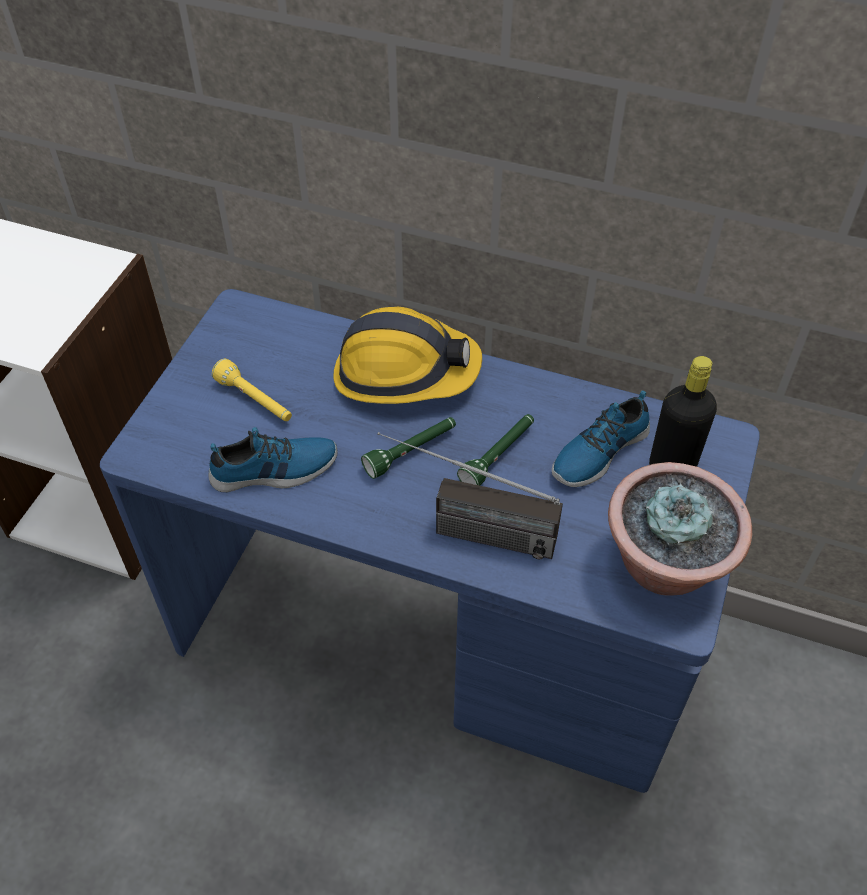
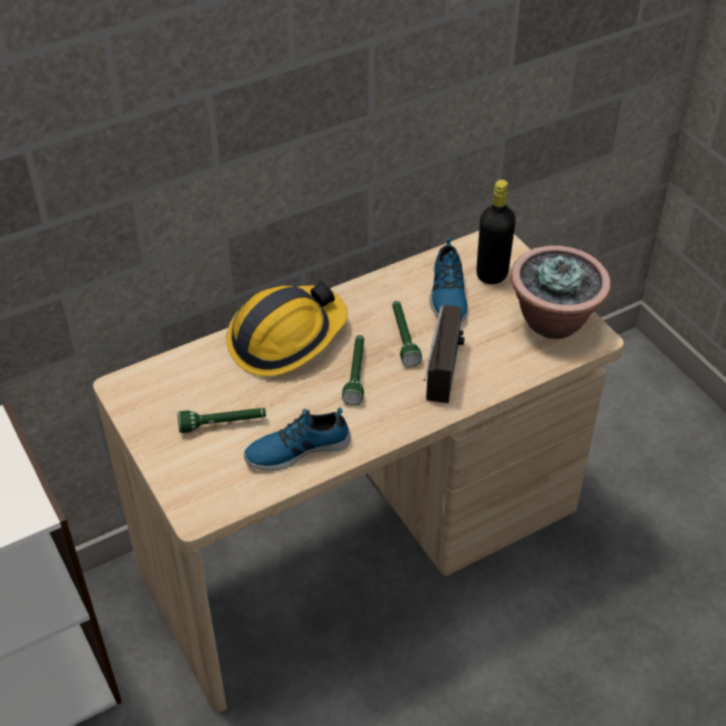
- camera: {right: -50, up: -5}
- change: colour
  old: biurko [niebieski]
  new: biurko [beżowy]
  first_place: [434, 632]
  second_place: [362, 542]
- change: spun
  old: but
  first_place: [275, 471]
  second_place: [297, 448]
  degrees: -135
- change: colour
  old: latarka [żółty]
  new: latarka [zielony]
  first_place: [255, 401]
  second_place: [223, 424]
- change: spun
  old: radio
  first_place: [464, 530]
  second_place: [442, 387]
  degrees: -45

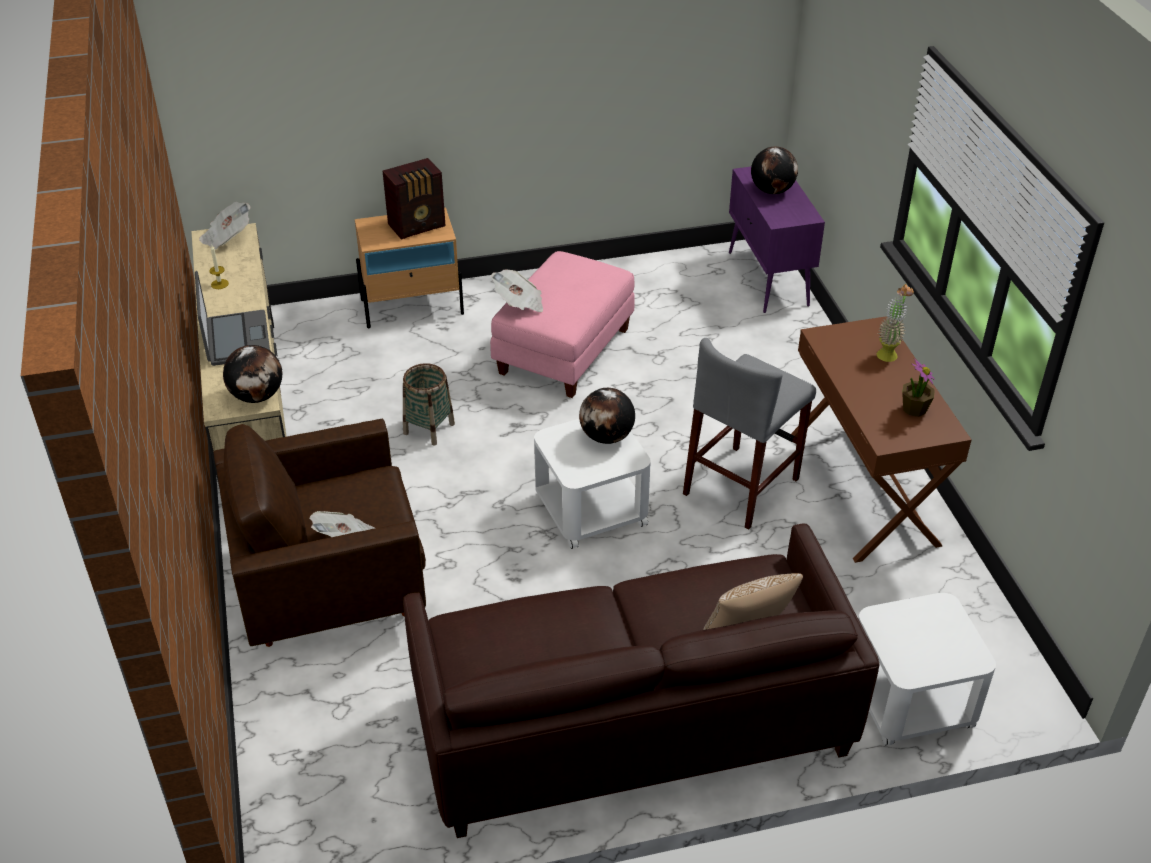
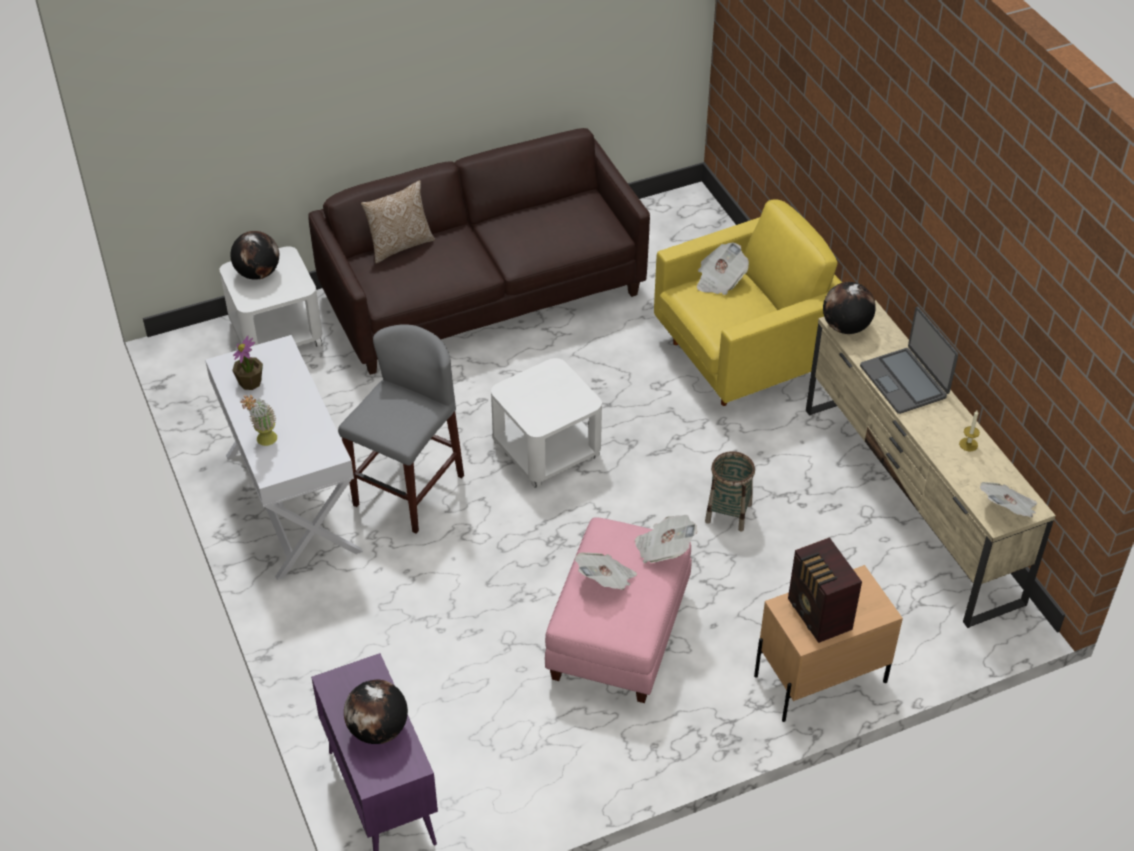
- camera: {right: 170, up: 5}
- change: colour
  old: fotel [brązowy]
  new: fotel [żółty]
  first_place: [331, 585]
  second_place: [745, 357]
- change: spun
  old: radio
  first_place: [418, 226]
  second_place: [819, 616]
  degrees: -75
- change: relocated
  old: globus
  first_place: [607, 437]
  second_place: [258, 273]
- change: colour
  old: biurko [brązowy]
  new: biurko [biały]
  first_place: [863, 489]
  second_place: [291, 502]
- change: appeared
  new: gazeta
  second_place: [606, 580]

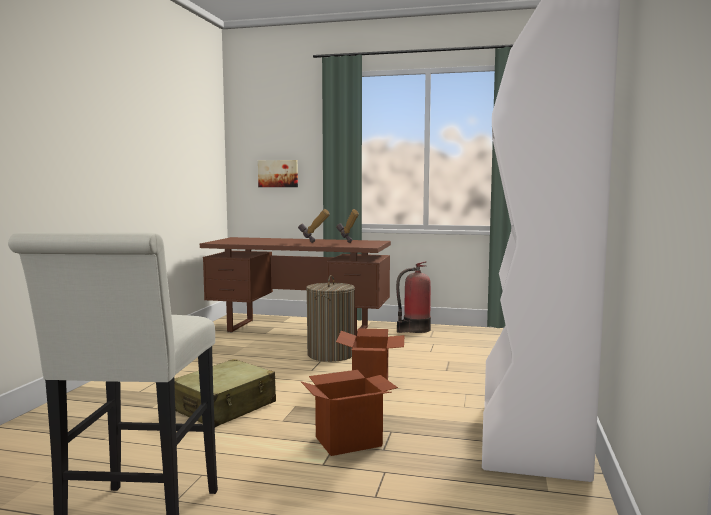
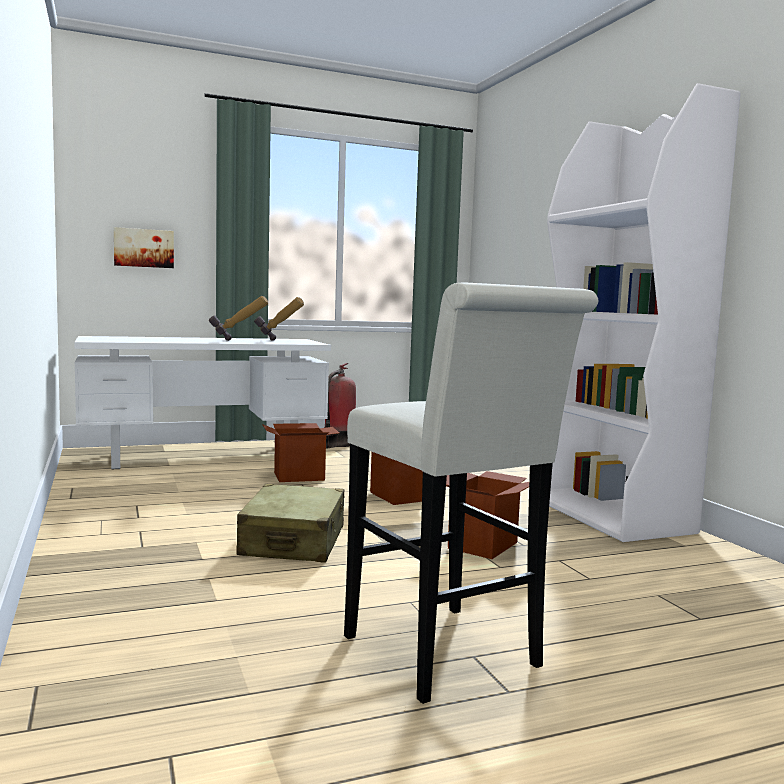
- camera: {right: -35, up: 0}
- change: colour
  old: biurko [brązowy]
  new: biurko [biały]
  first_place: [299, 329]
  second_place: [205, 457]
- change: exchanged
  old: kosz na pranie
  new: karton
  first_place: [330, 354]
  second_place: [299, 476]

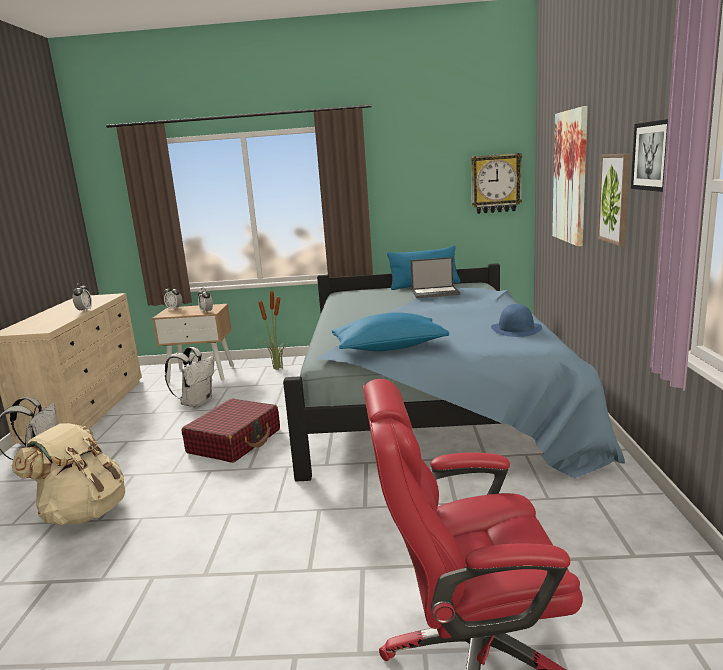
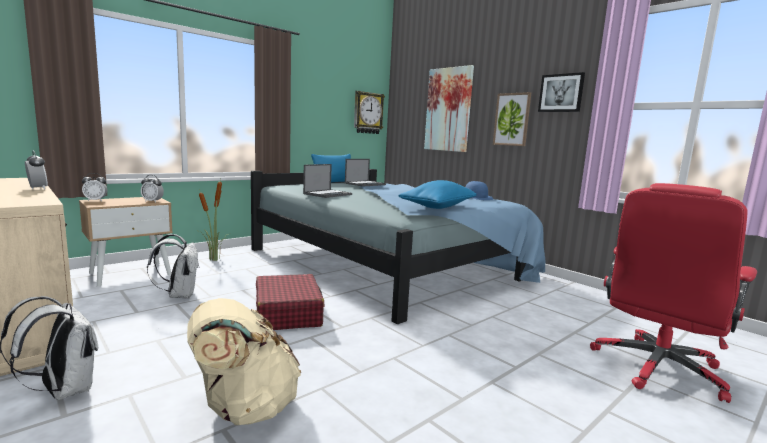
- camera: {right: -45, up: -5}
- change: appeared
  new: laptop
  second_place: [328, 194]

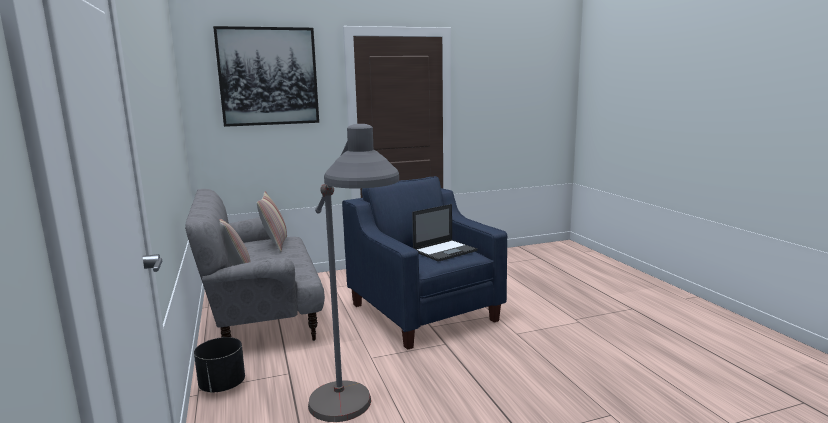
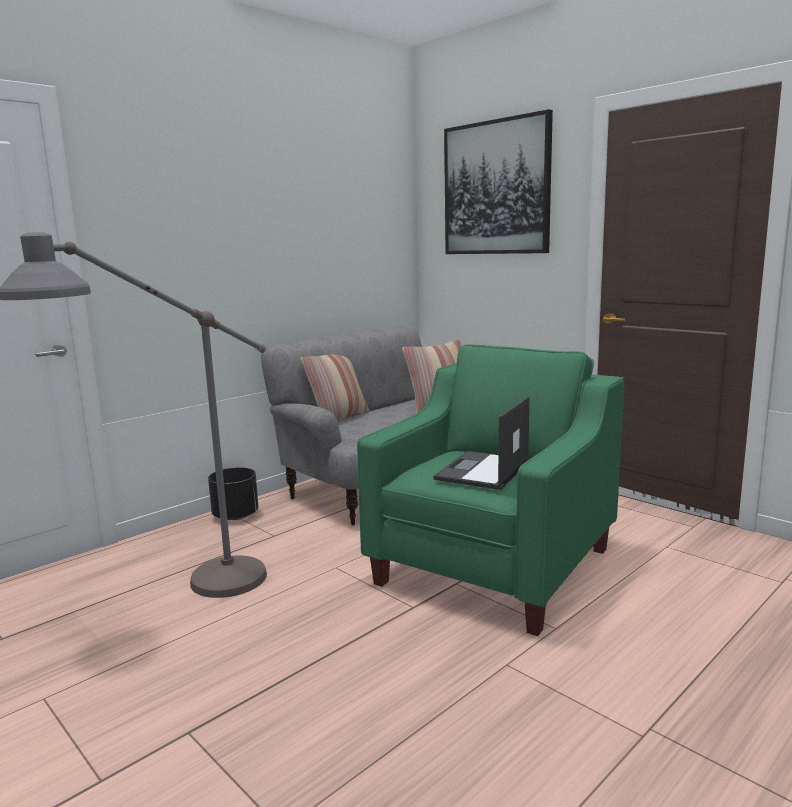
- camera: {right: 65, up: 0}
- change: colour
  old: fotel [niebieski]
  new: fotel [zielony]
  first_place: [423, 312]
  second_place: [495, 566]
- change: spun
  old: laptop
  first_place: [445, 251]
  second_place: [482, 471]
  degrees: 90

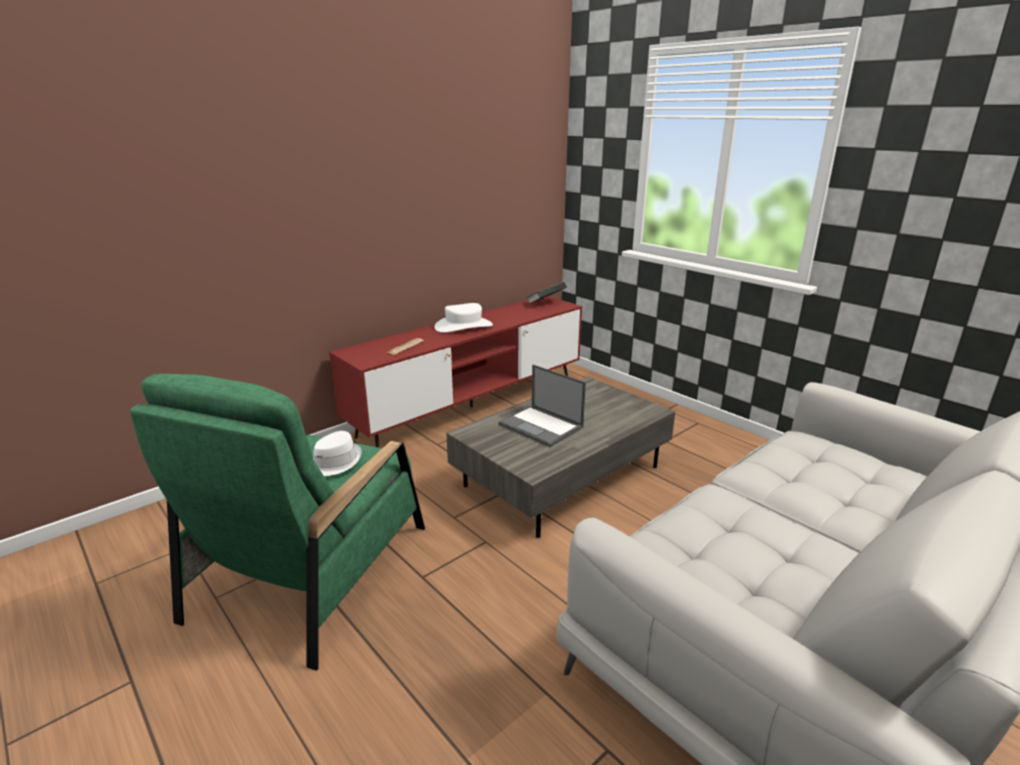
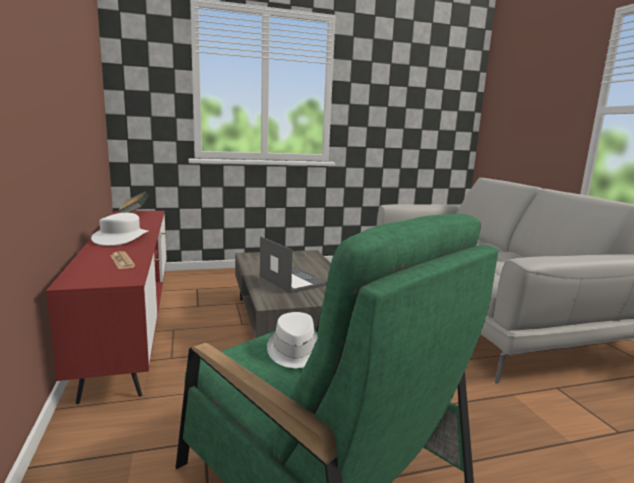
- camera: {right: -65, up: -10}
- change: spun
  old: laptop
  first_place: [542, 426]
  second_place: [292, 280]
  degrees: -105

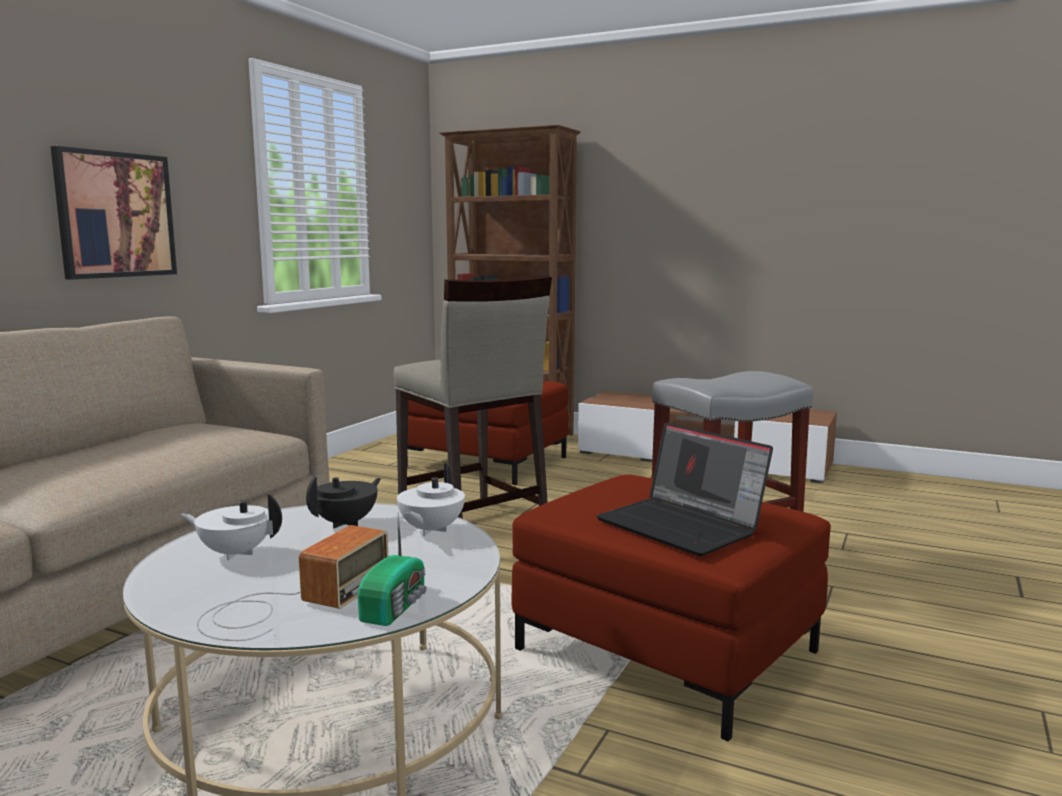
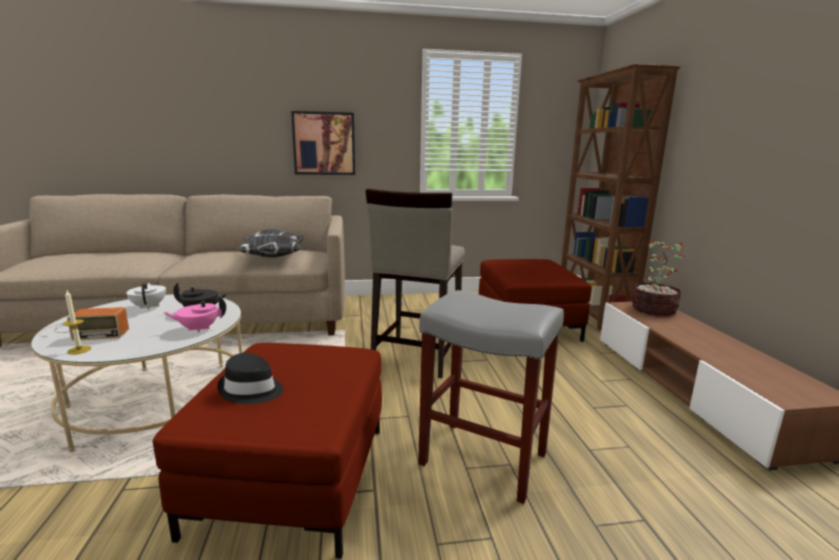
- camera: {right: 55, up: 5}
- change: exchanged
  old: radio
  new: świeca
  first_place: [396, 606]
  second_place: [79, 350]
- change: colour
  old: imbryk [biały]
  new: imbryk [różowy]
  first_place: [430, 530]
  second_place: [198, 329]
- change: exchanged
  old: laptop
  new: kapelusz [czarny]
  first_place: [683, 526]
  second_place: [251, 390]
- change: appeared
  new: poduszka
  second_place: [272, 257]
- change: appeared
  new: roślina doniczkowa
  second_place: [653, 310]

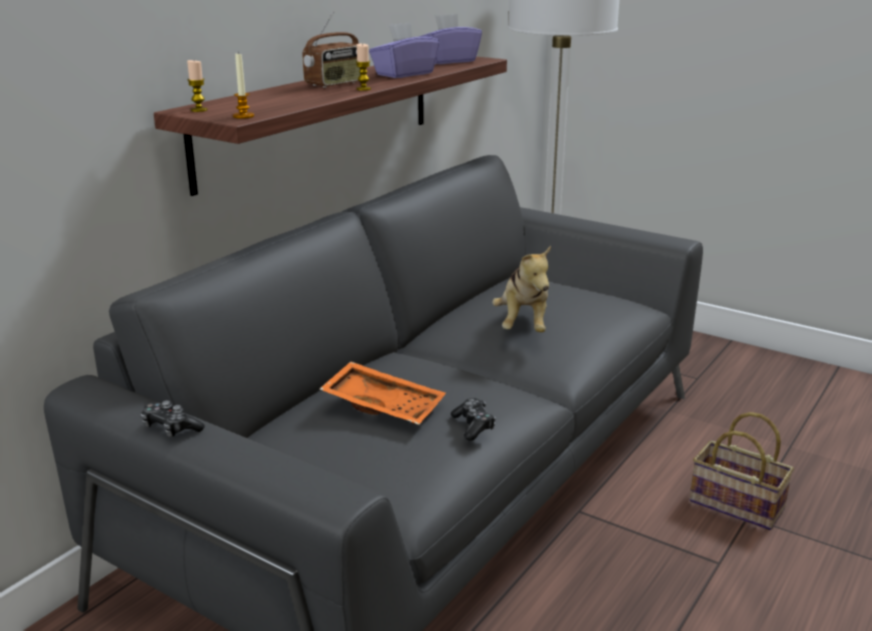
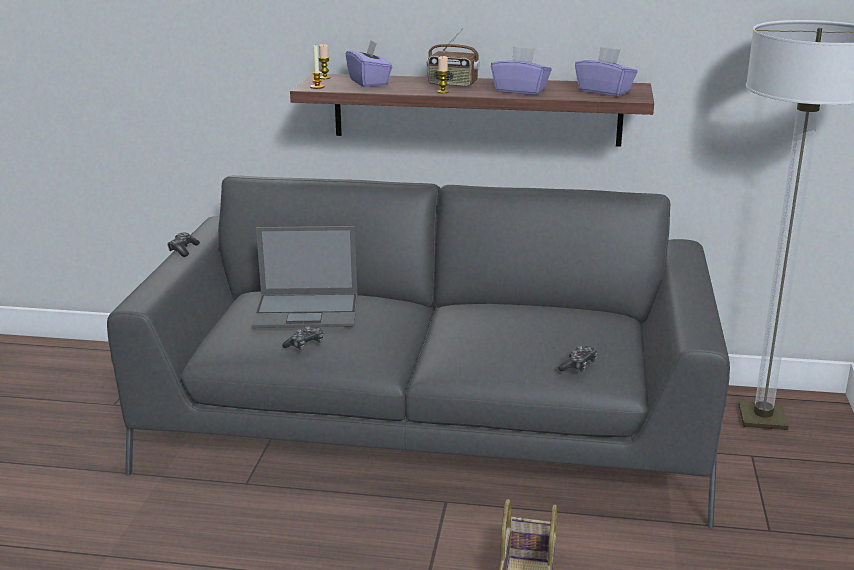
- camera: {right: 65, up: 0}
- change: exchanged
  old: taca [pomarańczowy]
  new: laptop
  first_place: [384, 405]
  second_place: [308, 311]
- change: missing
  old: pluszak
  first_place: [523, 325]
- change: appeared
  new: pudełko chusteczek [fioletowy]
  second_place: [369, 82]
- change: appeared
  new: pad do gier
  second_place: [578, 366]

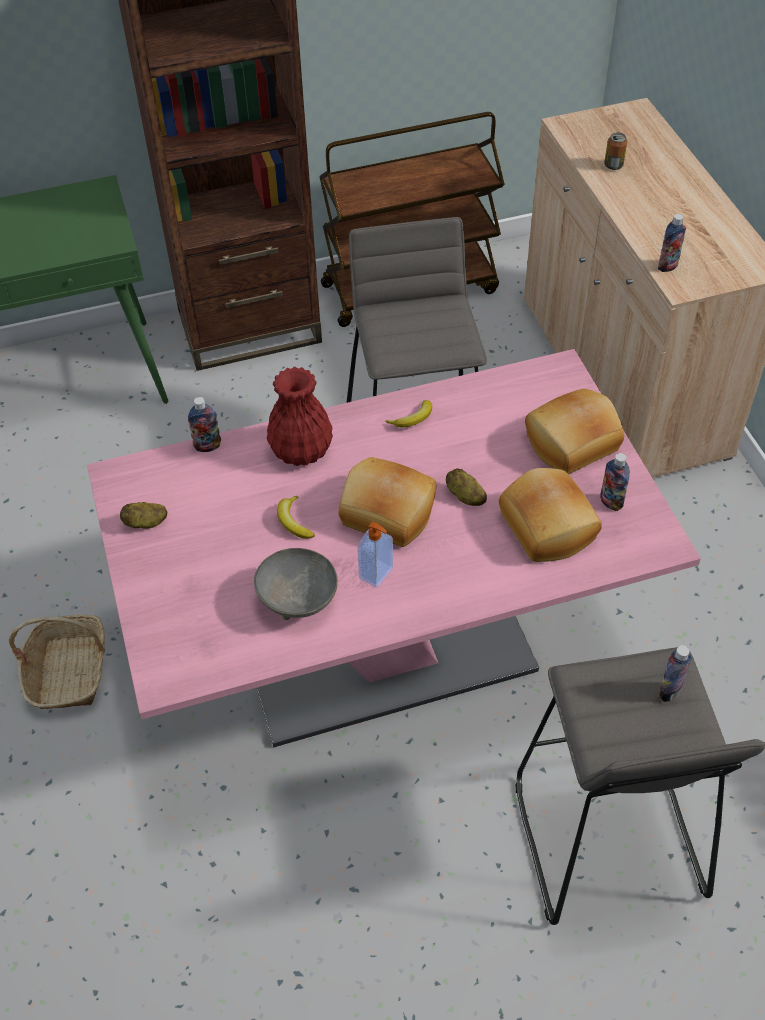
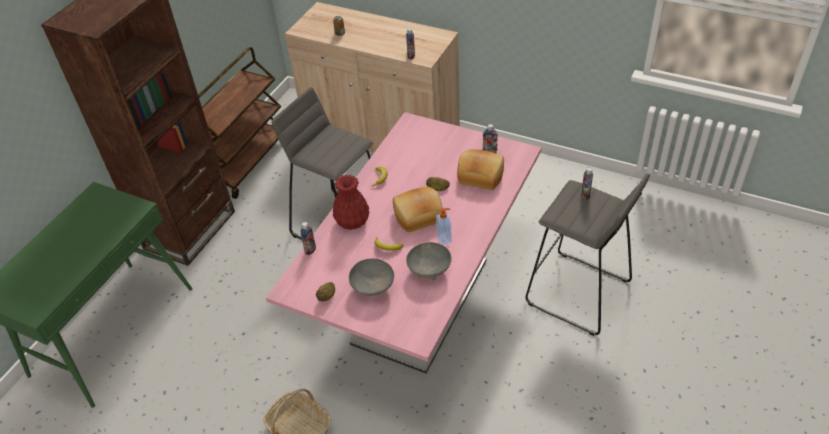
- camera: {right: -45, up: -5}
- change: missing
  old: chleb
  first_place: [573, 444]
- change: appeared
  new: miska [szary]
  second_place: [372, 287]

